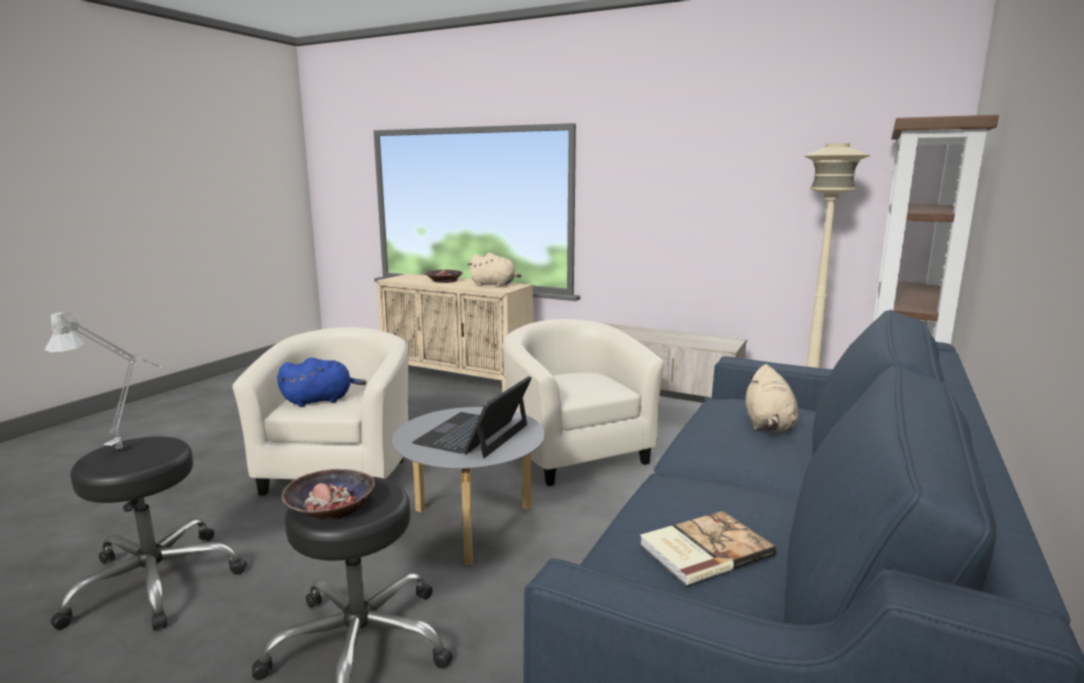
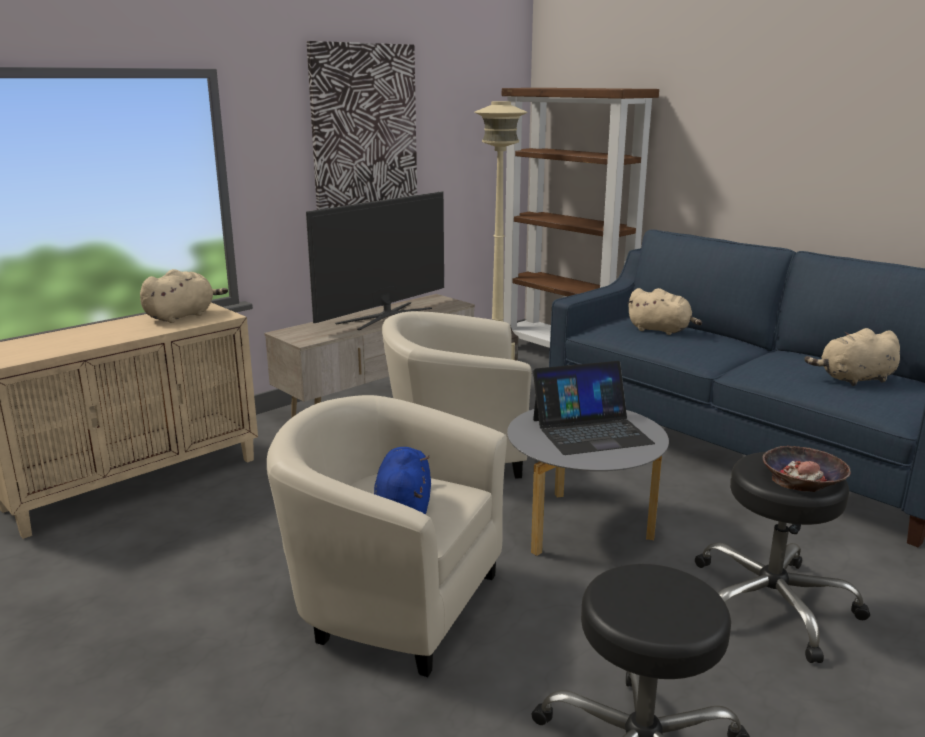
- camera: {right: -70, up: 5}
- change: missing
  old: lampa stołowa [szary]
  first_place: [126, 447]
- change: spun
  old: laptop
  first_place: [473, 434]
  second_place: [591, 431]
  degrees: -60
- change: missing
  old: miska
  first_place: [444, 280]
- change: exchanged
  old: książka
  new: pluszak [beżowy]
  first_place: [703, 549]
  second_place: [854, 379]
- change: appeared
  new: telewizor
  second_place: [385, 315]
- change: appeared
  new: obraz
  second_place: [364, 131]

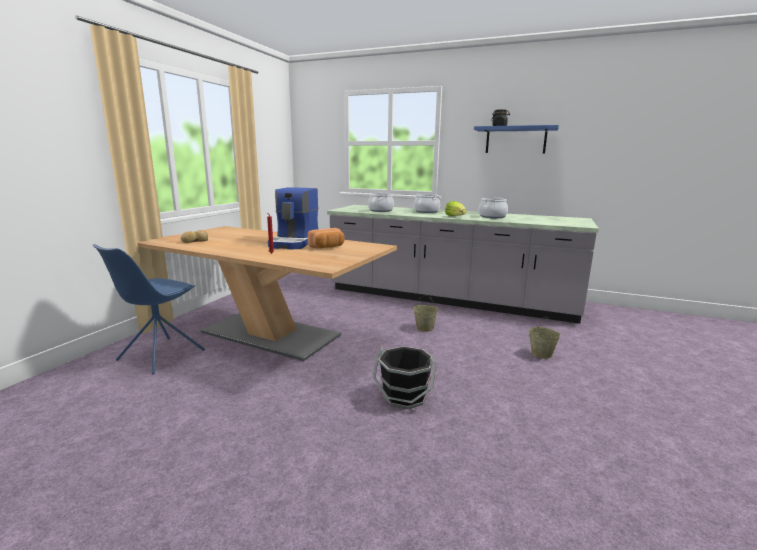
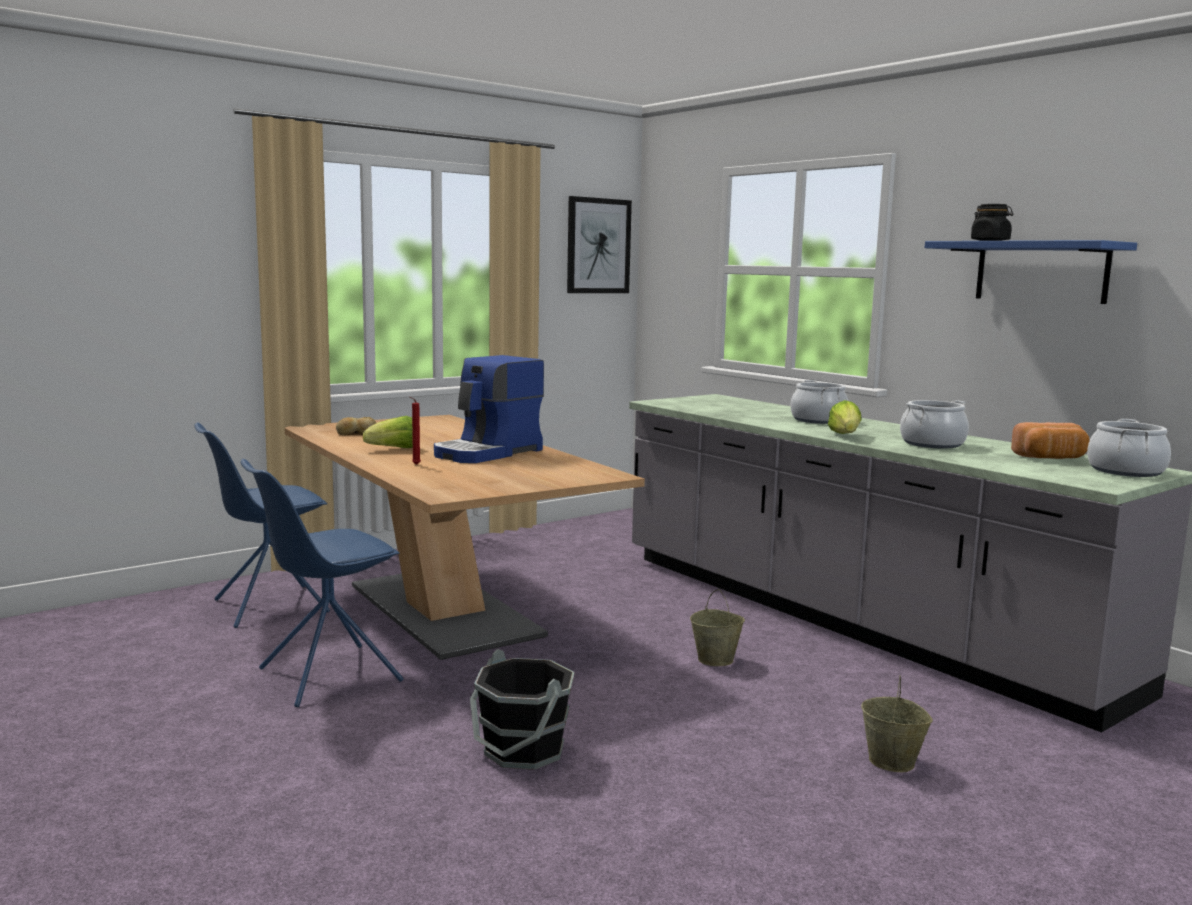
- camera: {right: 30, up: -5}
- change: relocated
  old: chleb
  first_place: [327, 247]
  second_place: [1051, 458]
- change: relocated
  old: garnek
  first_place: [381, 210]
  second_place: [1126, 471]
- change: appeared
  new: krzesło [niebieski]
  second_place: [327, 675]
- change: appeared
  new: sałata
  second_place: [394, 449]
- change: appeared
  new: obraz
  second_place: [598, 246]

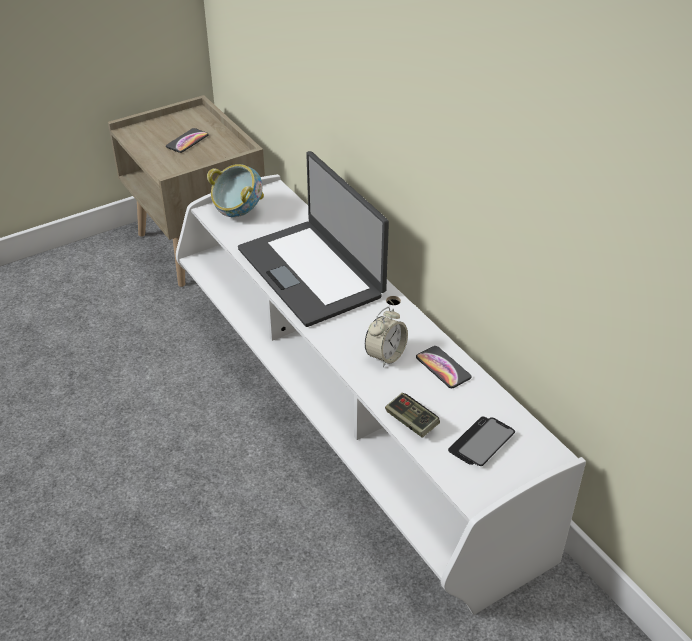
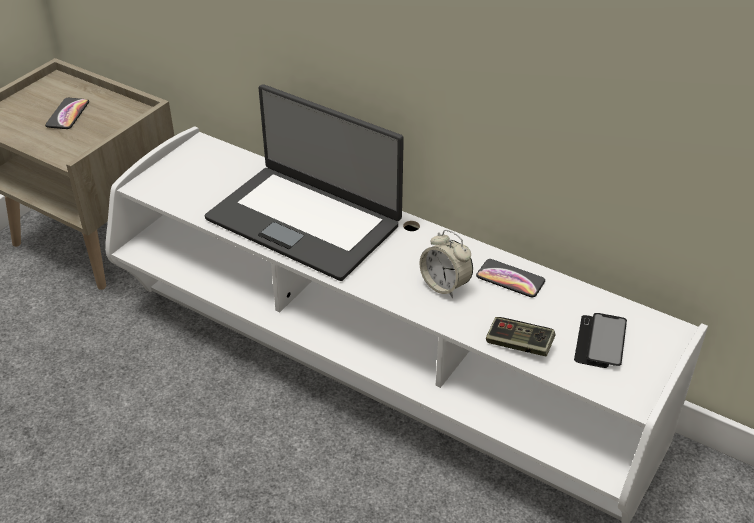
- camera: {right: -25, up: 0}
- change: missing
  old: miska
  first_place: [237, 212]
- change: spun
  old: budzik
  first_place: [385, 356]
  second_place: [445, 285]
  degrees: 120

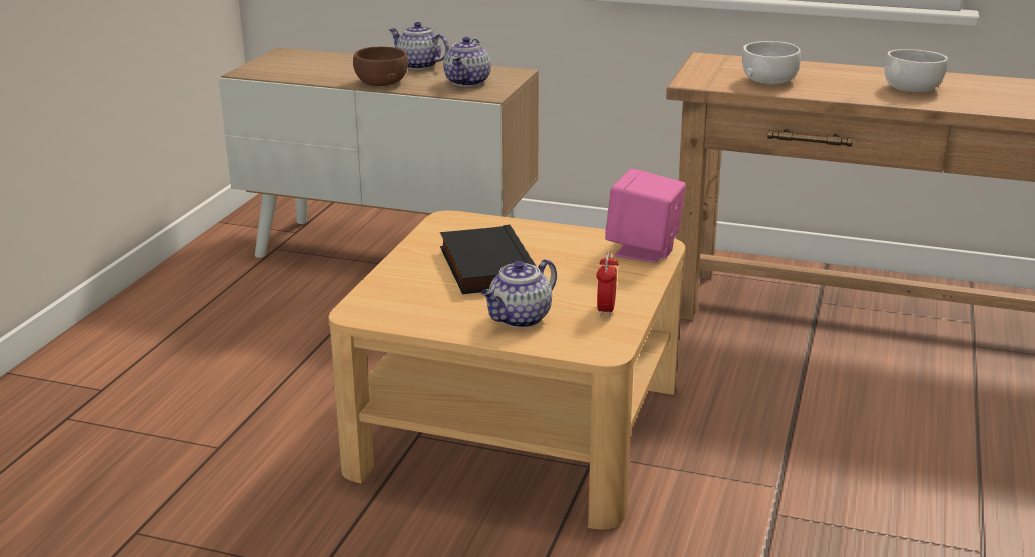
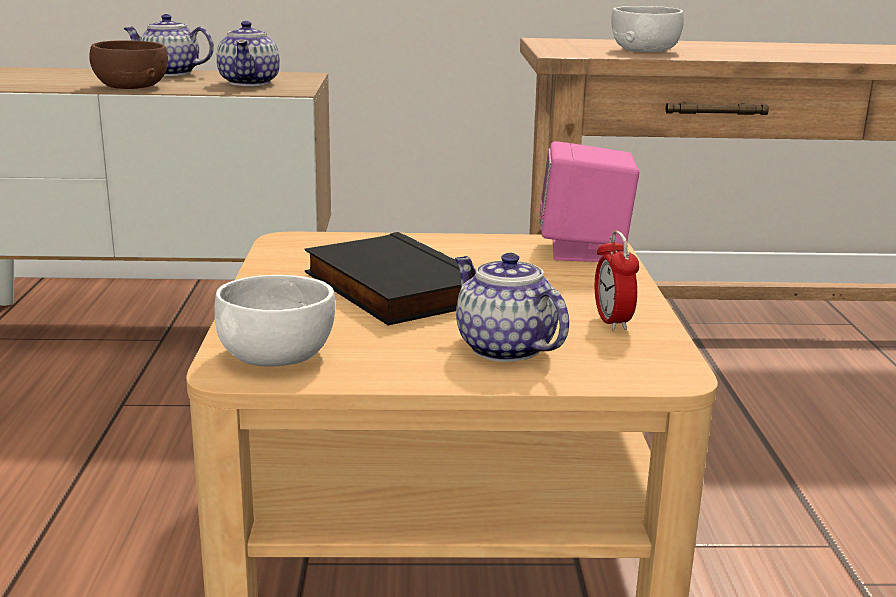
- camera: {right: -20, up: -5}
- change: spun
  old: imbryk
  first_place: [519, 319]
  second_place: [503, 348]
  degrees: 120
- change: relocated
  old: miska [biały]
  first_place: [912, 88]
  second_place: [277, 354]

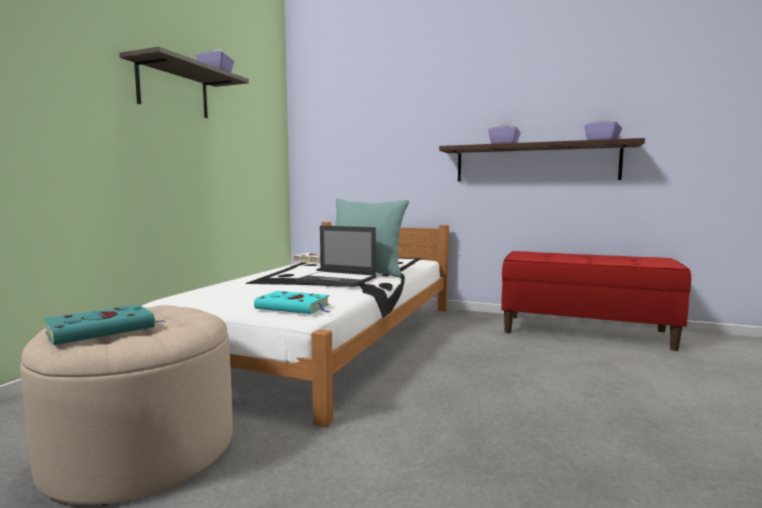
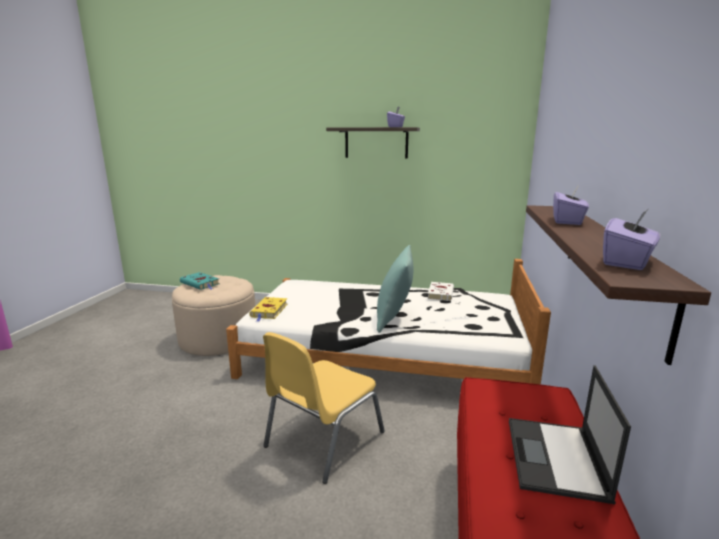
- camera: {right: 80, up: 10}
- change: colour
  old: książka [turkusowy]
  new: książka [żółty]
  first_place: [294, 307]
  second_place: [269, 311]
- change: relocated
  old: laptop
  first_place: [338, 279]
  second_place: [556, 459]
- change: appeared
  new: krzesło [żółty]
  second_place: [322, 439]

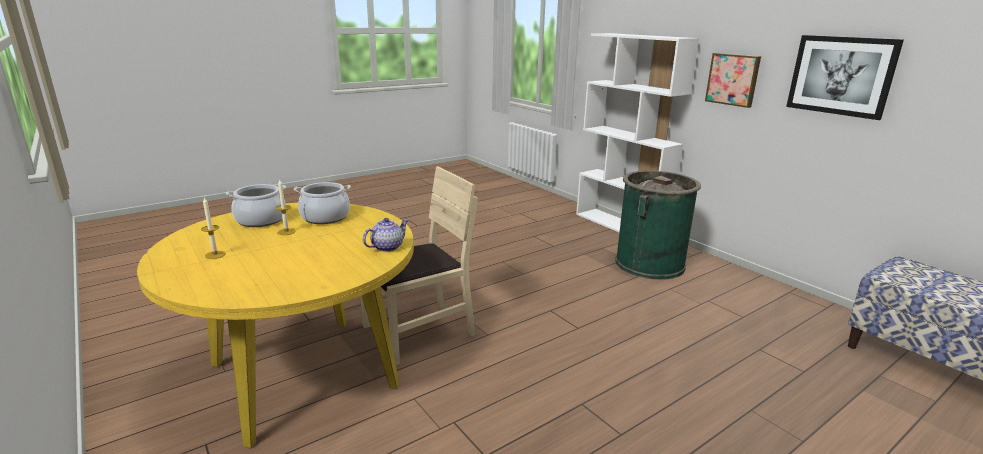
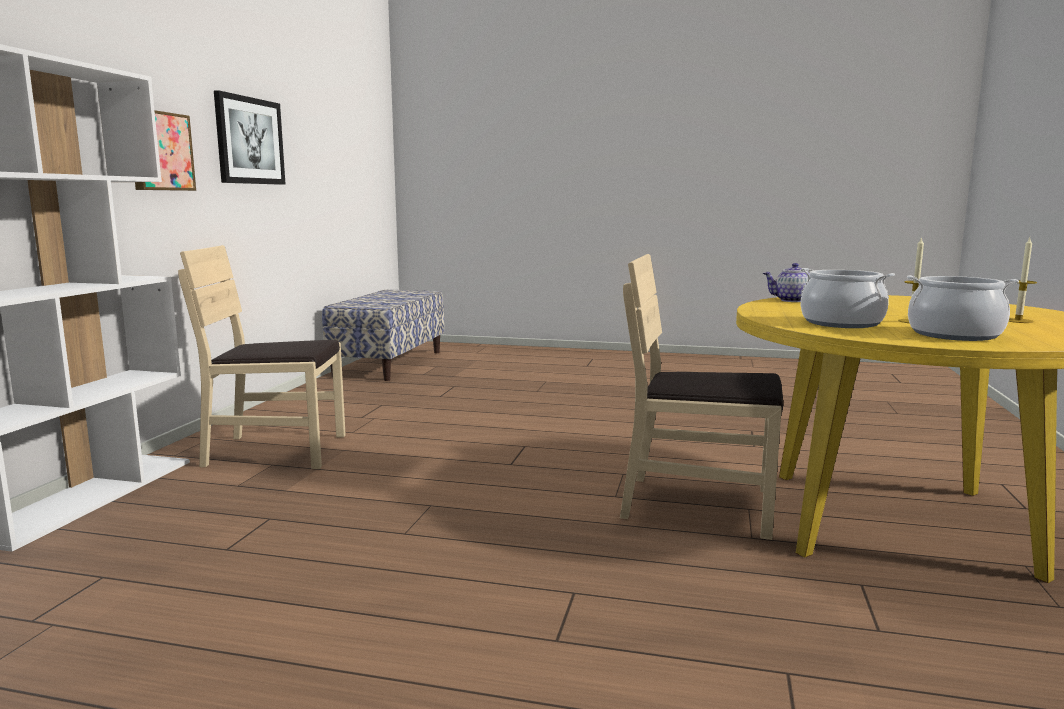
- camera: {right: -130, up: -10}
- change: exchanged
  old: kosz na śmieci [zielony]
  new: krzesło [beżowy]
  first_place: [649, 264]
  second_place: [277, 451]

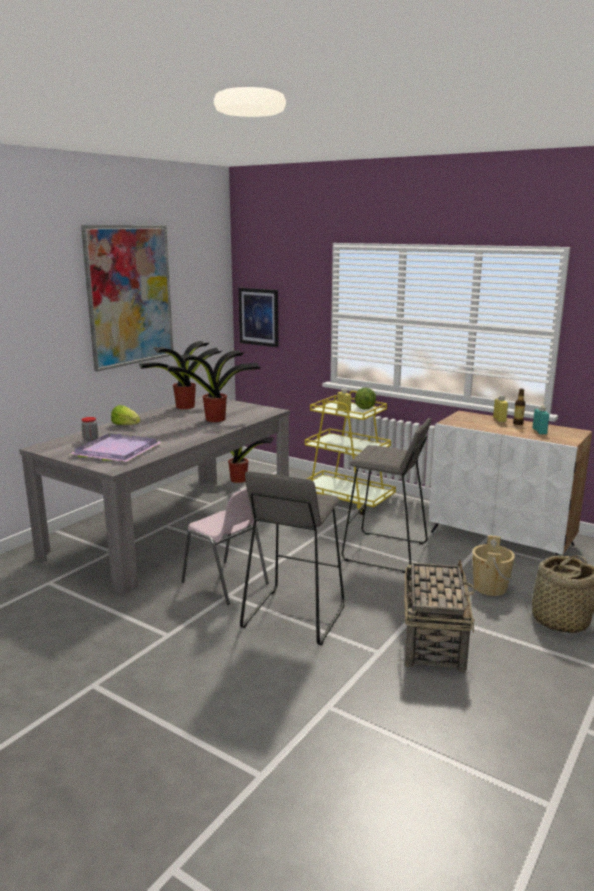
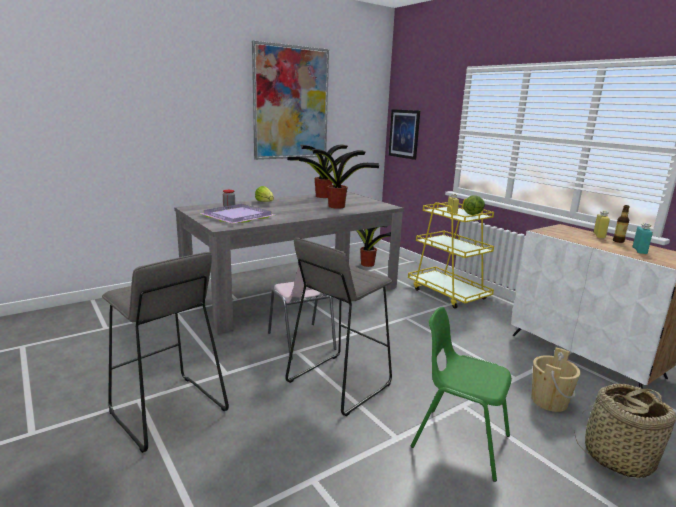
- camera: {right: 20, up: 0}
- change: relocated
  old: stołek [szary]
  first_place: [385, 552]
  second_place: [167, 411]
- change: exchanged
  old: koszyk
  new: krzesło [zielony]
  first_place: [433, 640]
  second_place: [459, 441]

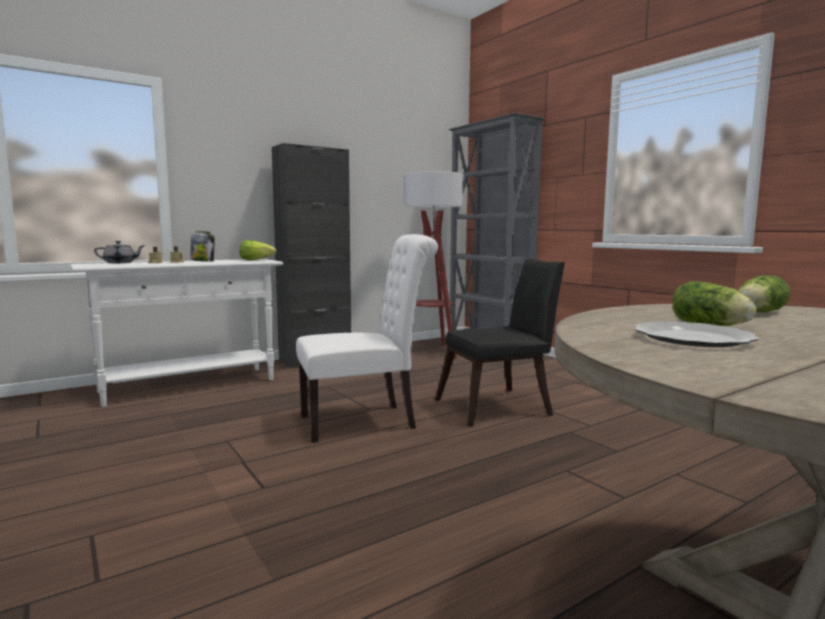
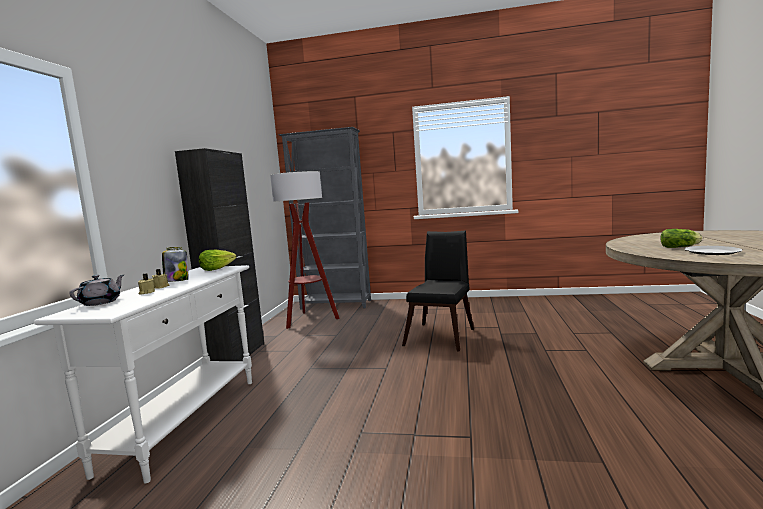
- camera: {right: -45, up: 0}
- change: missing
  old: krzesło [biały]
  first_place: [365, 421]
- change: missing
  old: sałata
  first_place: [758, 312]

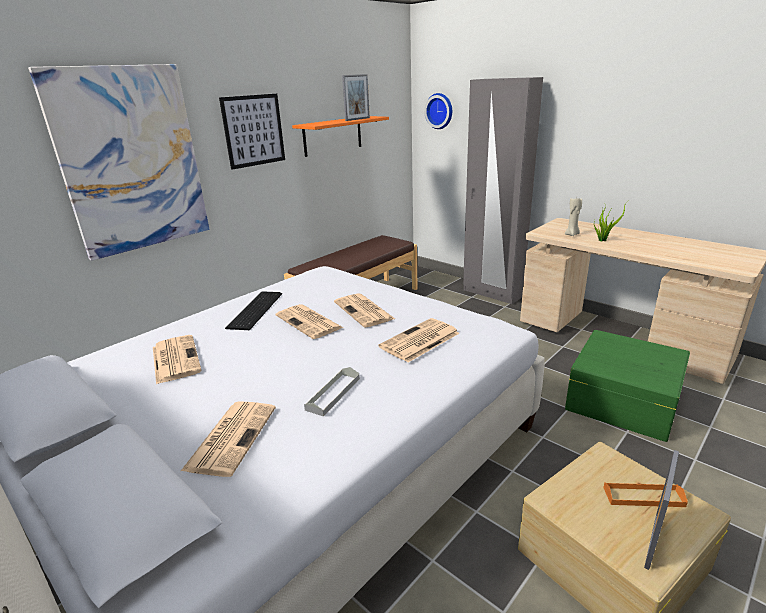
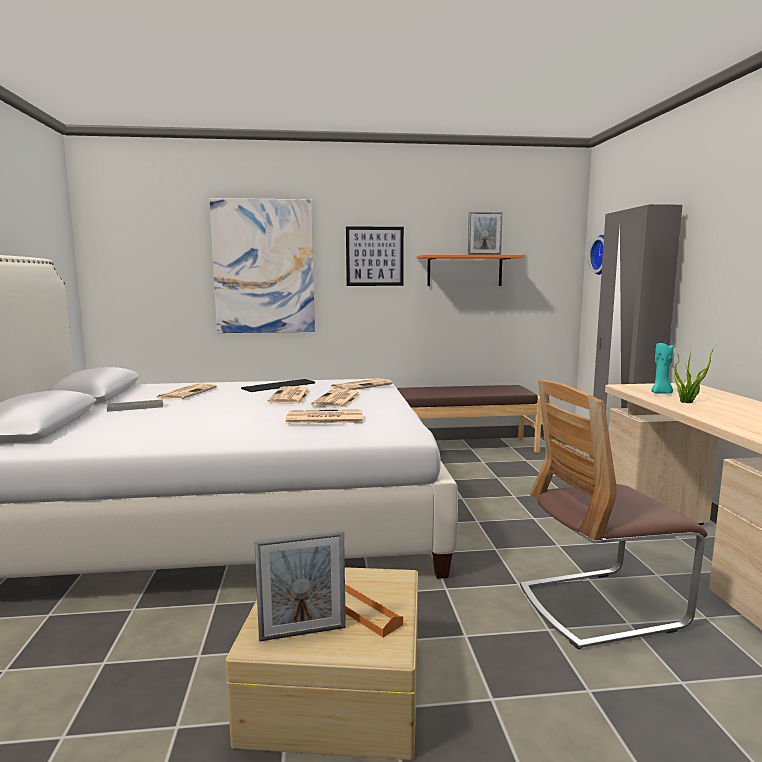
- camera: {right: 40, up: -15}
- change: relocated
  old: gazeta
  first_place: [231, 437]
  second_place: [361, 386]
- change: relocated
  old: taca [szary]
  first_place: [333, 394]
  second_place: [135, 407]
- change: colour
  old: świeca [beżowy]
  new: świeca [turkusowy]
  first_place: [572, 234]
  second_place: [661, 393]
- change: exchanged
  old: pojemnik do przechowywania [zielony]
  new: krzesło
  first_place: [622, 400]
  second_place: [600, 606]

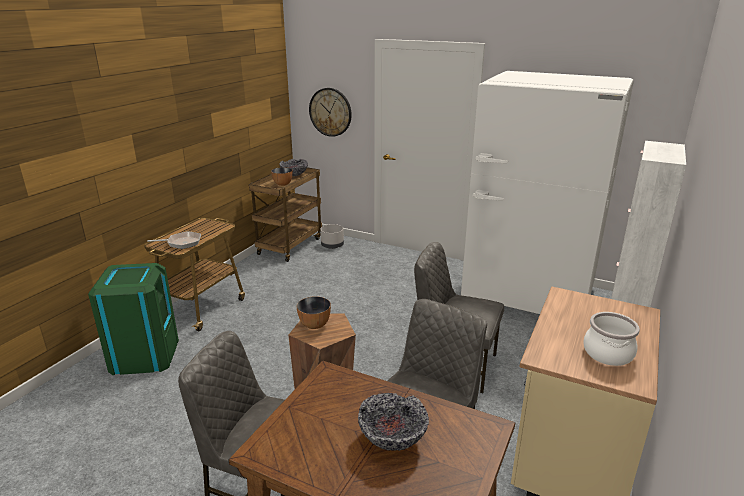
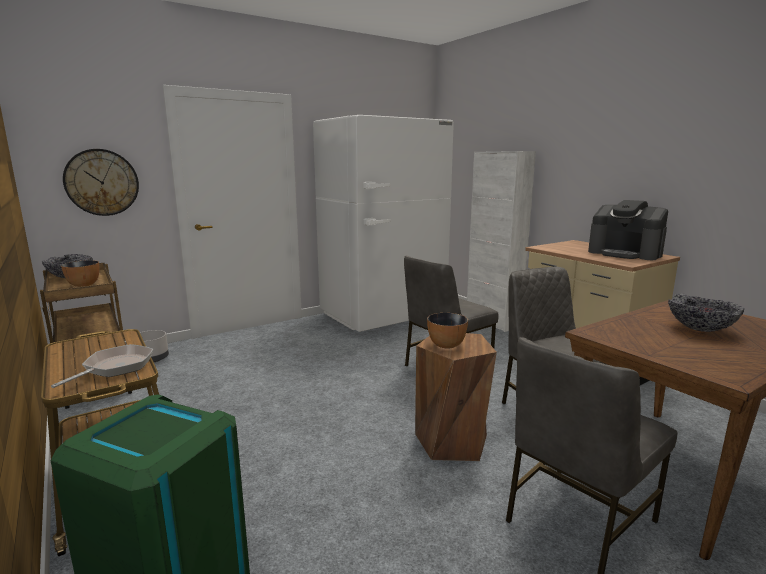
- camera: {right: -60, up: -10}
- change: exchanged
  old: garnek
  new: ekspres do kawy
  first_place: [608, 353]
  second_place: [625, 253]

